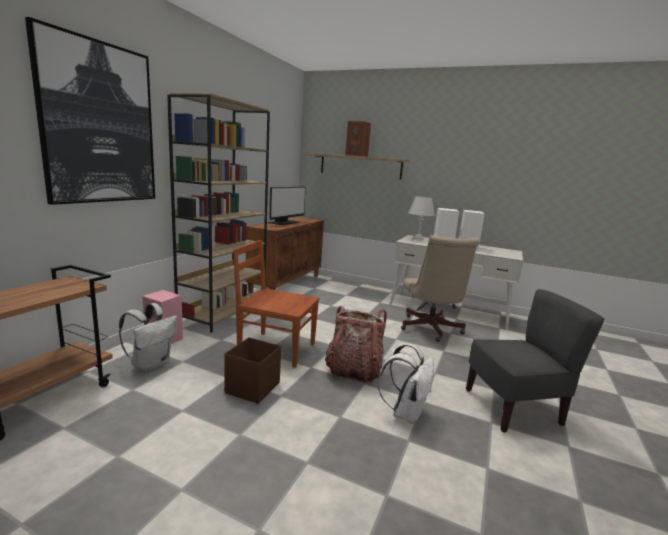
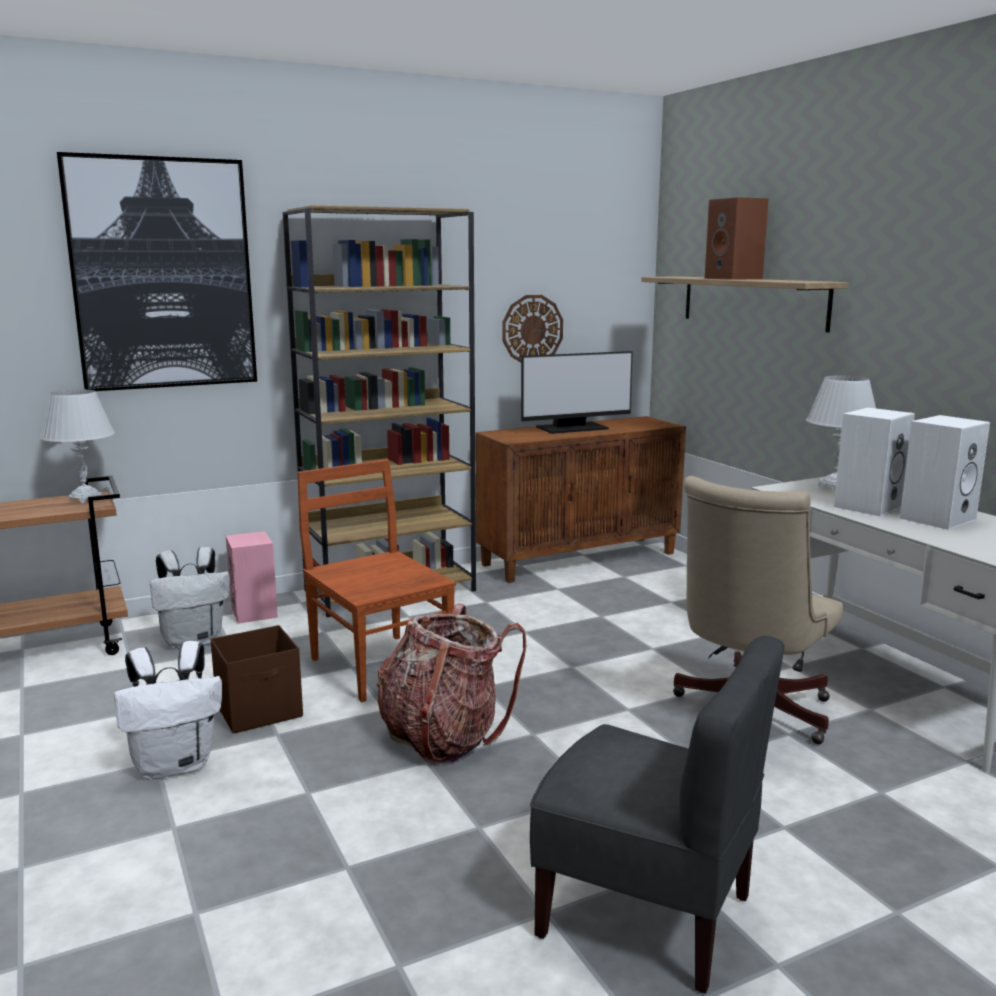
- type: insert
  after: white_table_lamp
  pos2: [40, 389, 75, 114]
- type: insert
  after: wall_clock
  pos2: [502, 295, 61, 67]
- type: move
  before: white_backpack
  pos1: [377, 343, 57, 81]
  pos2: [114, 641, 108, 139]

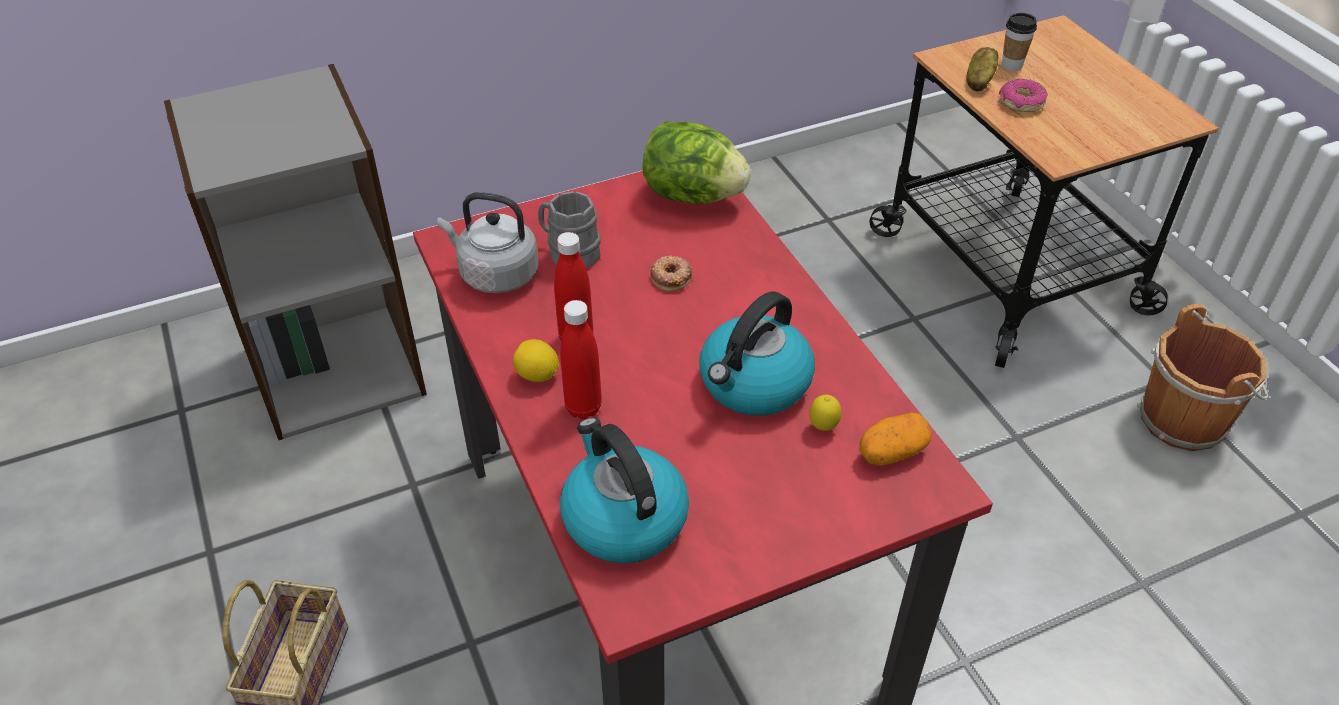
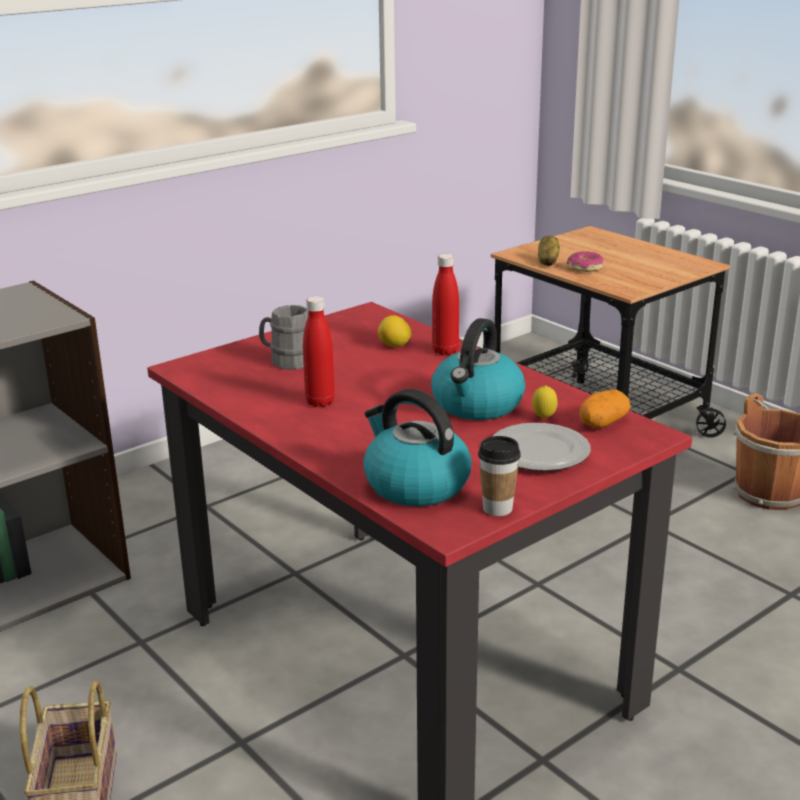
- type: delete
  before: grey_kettle
  pos1: [437, 192, 102, 101]
- type: delete
  before: lettuce
  pos1: [642, 121, 109, 83]
- type: delete
  before: donut
  pos1: [650, 255, 43, 37]
- type: insert
  after: plate
  pos2: [492, 423, 99, 48]
- type: move
  before: lemon
  pos1: [513, 339, 47, 43]
  pos2: [378, 315, 33, 32]
- type: move
  before: red_bottle
  pos1: [560, 300, 42, 119]
  pos2: [432, 254, 27, 101]
- type: move
  before: cup
  pos1: [1002, 13, 35, 58]
  pos2: [478, 436, 43, 80]

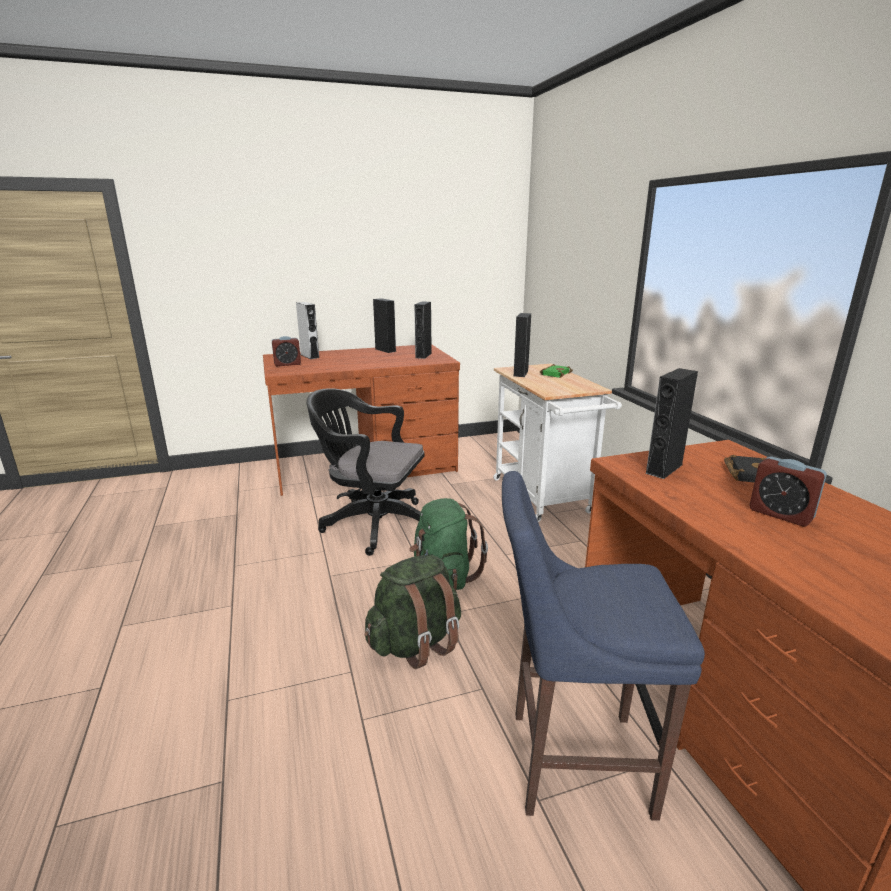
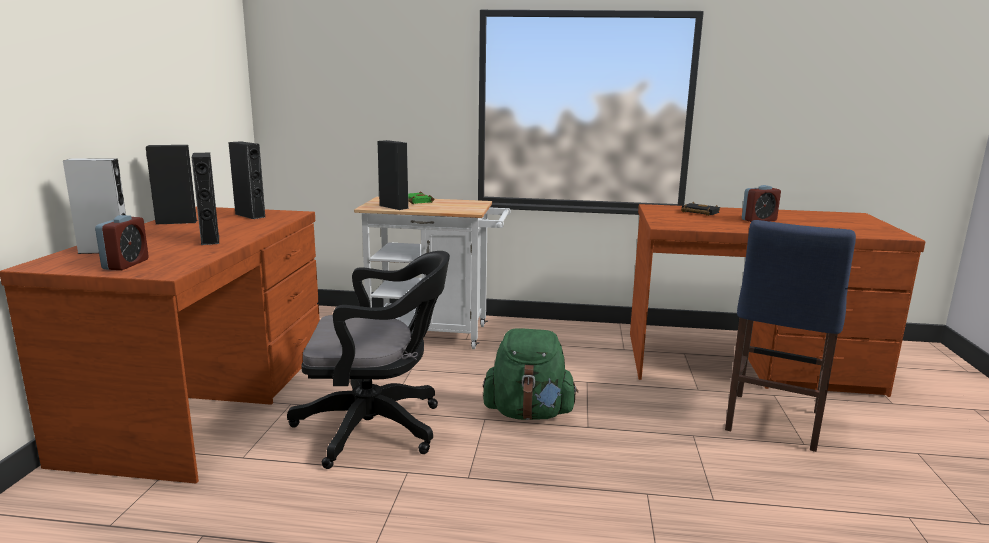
- type: delete
  before: green_backpack
  pos1: [365, 555, 96, 114]
- type: move
  before: black_speaker
  pos1: [645, 368, 53, 111]
  pos2: [191, 153, 28, 92]
- type: rotate
  before: black_office_chair
  pos1: [306, 388, 118, 168]
  pos2: [287, 251, 163, 218]
  turn: -135

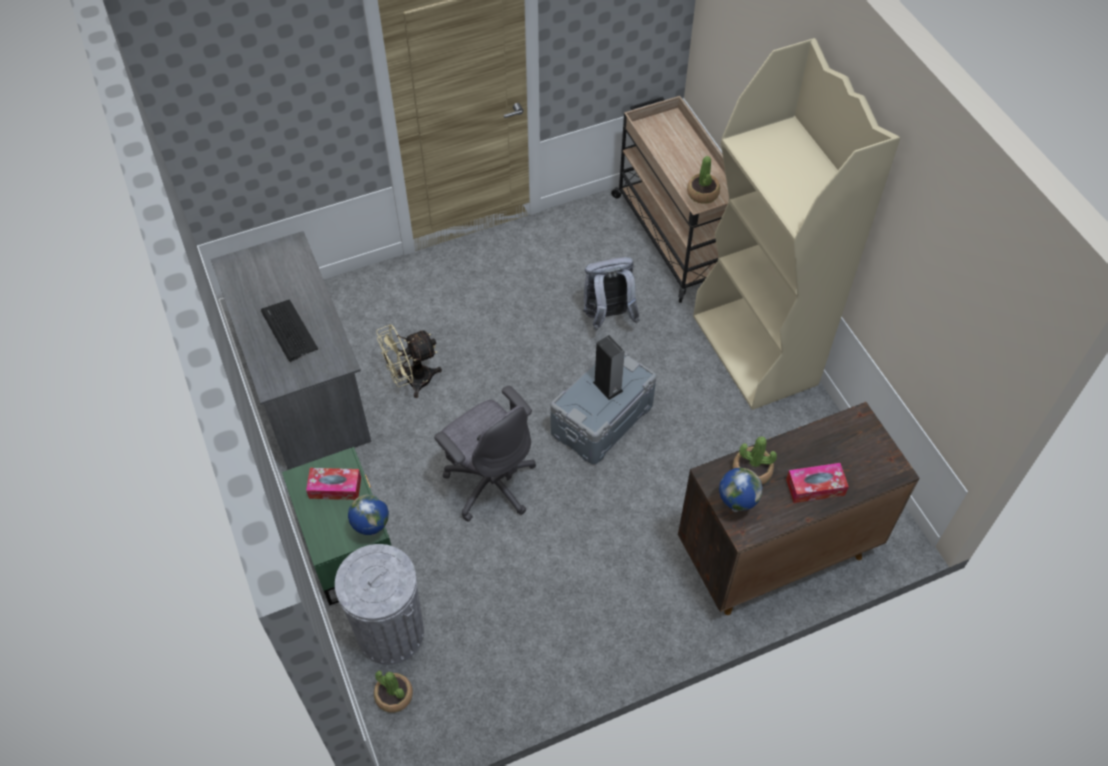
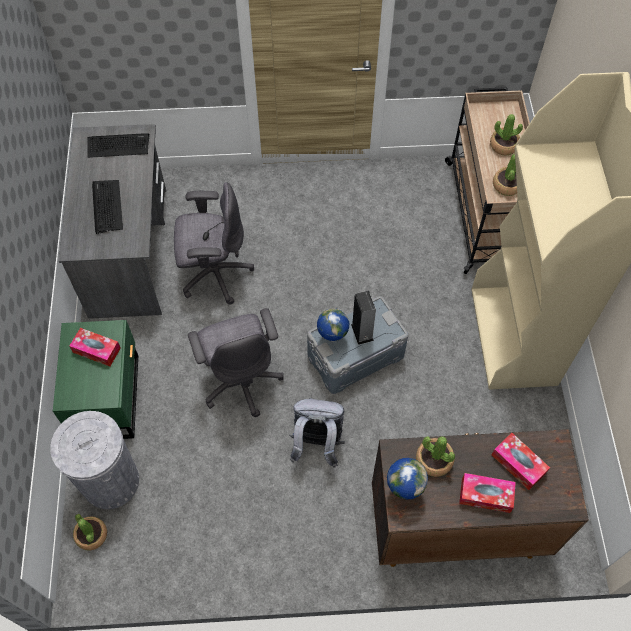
- type: insert
  after: keyboard
  pos2: [87, 133, 63, 25]
- type: insert
  after: potted_plant
  pos2: [490, 114, 33, 42]
- type: insert
  after: tissue_box
  pos2: [492, 433, 58, 57]
- type: move
  before: globe
  pos1: [348, 494, 41, 42]
  pos2: [317, 308, 32, 34]
- type: move
  before: grey_backpack
  pos1: [583, 257, 57, 74]
  pos2: [289, 398, 56, 70]
- type: replace
  before: beige_fan
  after: grey_office_chair
  pos1: [376, 324, 66, 74]
  pos2: [174, 182, 80, 123]

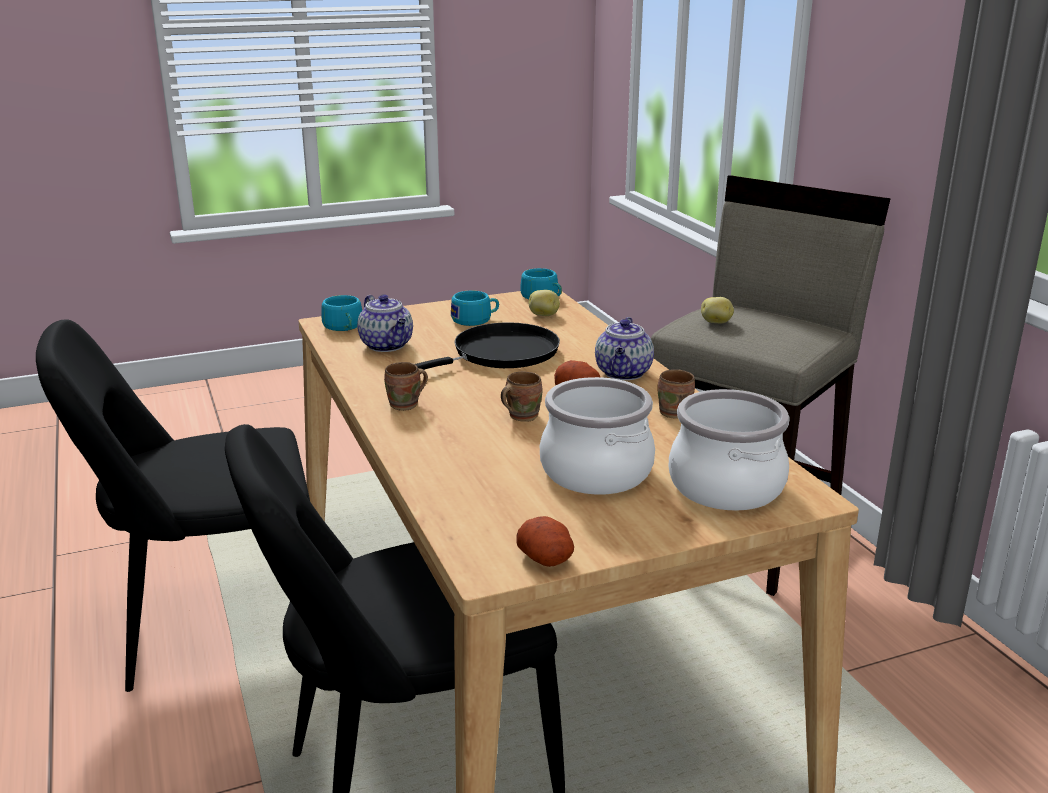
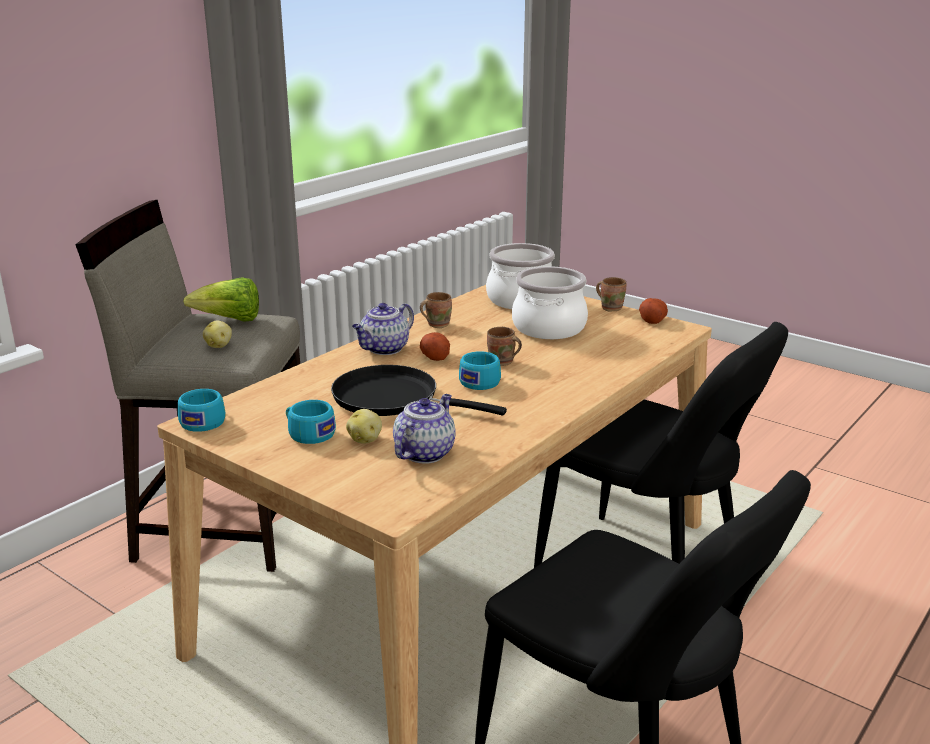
- type: insert
  after: lettuce
  pos2: [183, 277, 76, 45]
- type: move
  before: turquoise_cup
  pos1: [321, 295, 41, 36]
  pos2: [459, 351, 42, 39]
- type: move
  before: brown_mug
  pos1: [384, 362, 44, 49]
  pos2: [596, 277, 31, 34]
- type: move
  before: potato
  pos1: [529, 290, 31, 26]
  pos2: [346, 409, 36, 34]
- type: rotate
  before: teapot
  pos1: [595, 317, 59, 63]
  pos2: [352, 303, 62, 52]
  turn: 150

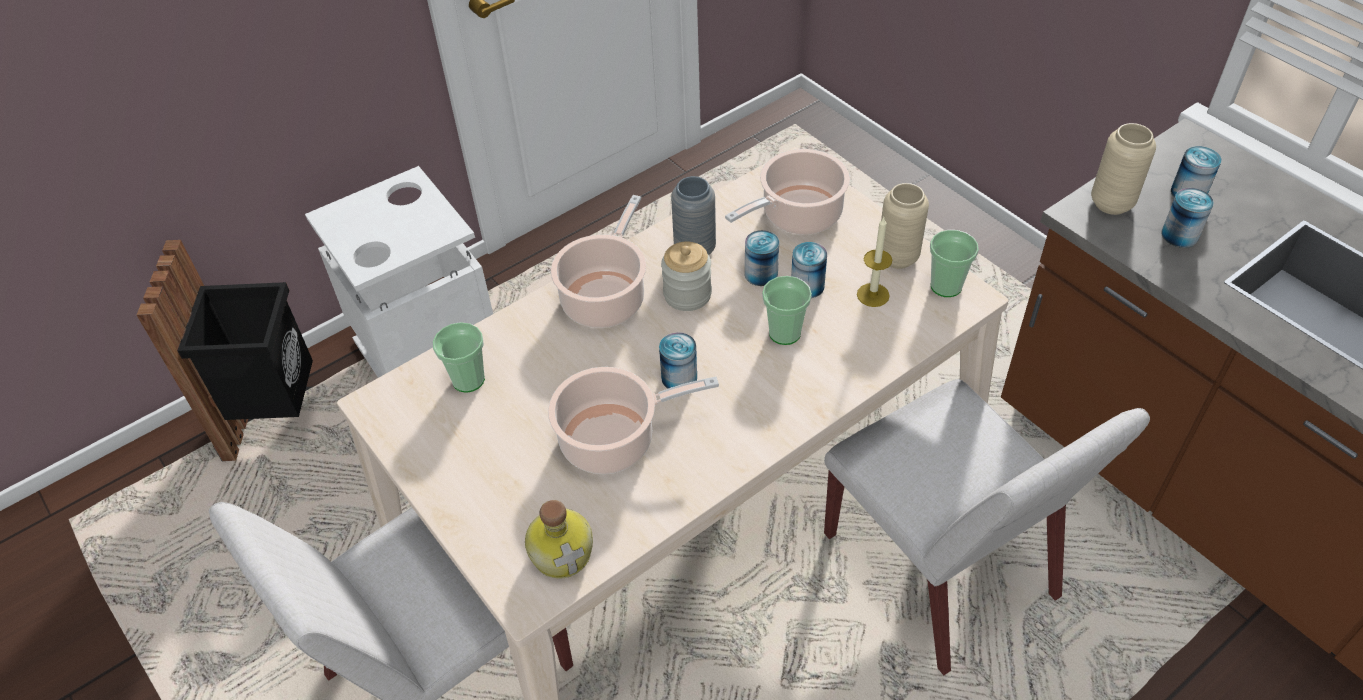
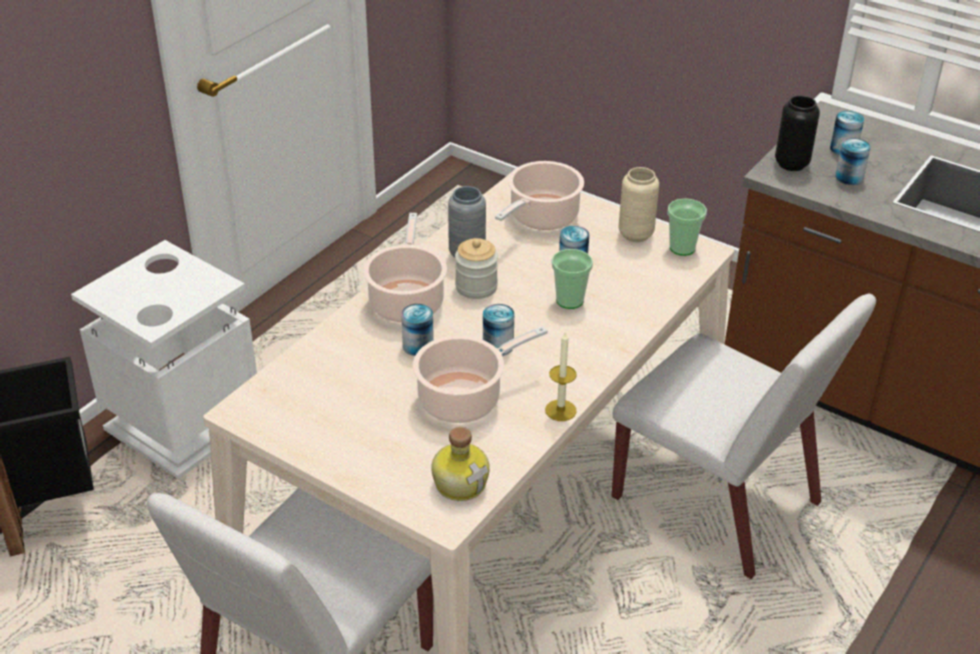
- type: delete
  before: cup
  pos1: [433, 322, 52, 71]
- type: move
  before: can
  pos1: [745, 230, 34, 56]
  pos2: [401, 304, 33, 52]
- type: move
  before: candle
  pos1: [857, 217, 35, 90]
  pos2: [545, 331, 32, 90]
- type: recolor
  before: beige_vase
  after: black_vase
  pos1: [1091, 123, 65, 92]
  pos2: [775, 95, 45, 76]

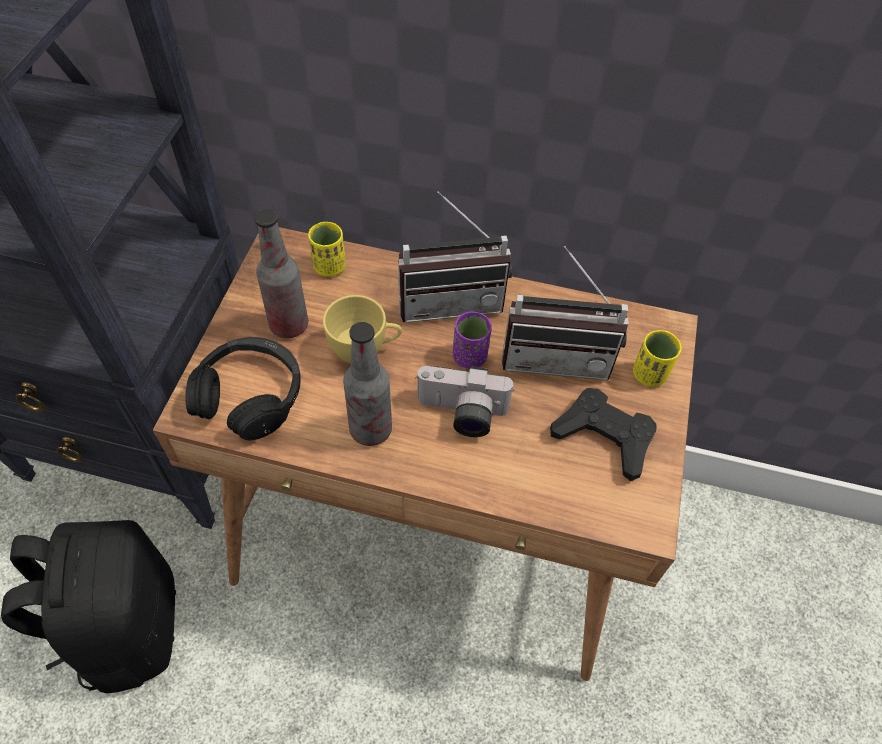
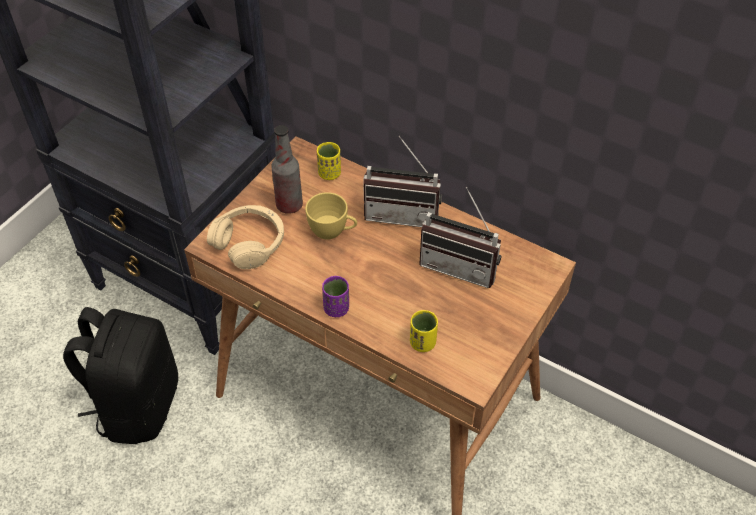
- type: delete
  before: bottle
  pos1: [343, 322, 49, 124]
- type: delete
  before: photo_camera
  pos1: [415, 366, 99, 71]
- type: delete
  before: black_game_controller
  pos1: [550, 388, 107, 93]
- type: move
  before: purple_cup
  pos1: [453, 311, 39, 57]
  pos2: [322, 276, 27, 41]
- type: move
  before: yellow_cup
  pos1: [633, 330, 49, 57]
  pos2: [410, 310, 28, 42]
- type: recolor
  before: black_headphones
  after: beige_headphones
  pos1: [185, 337, 115, 103]
  pos2: [207, 205, 77, 64]

